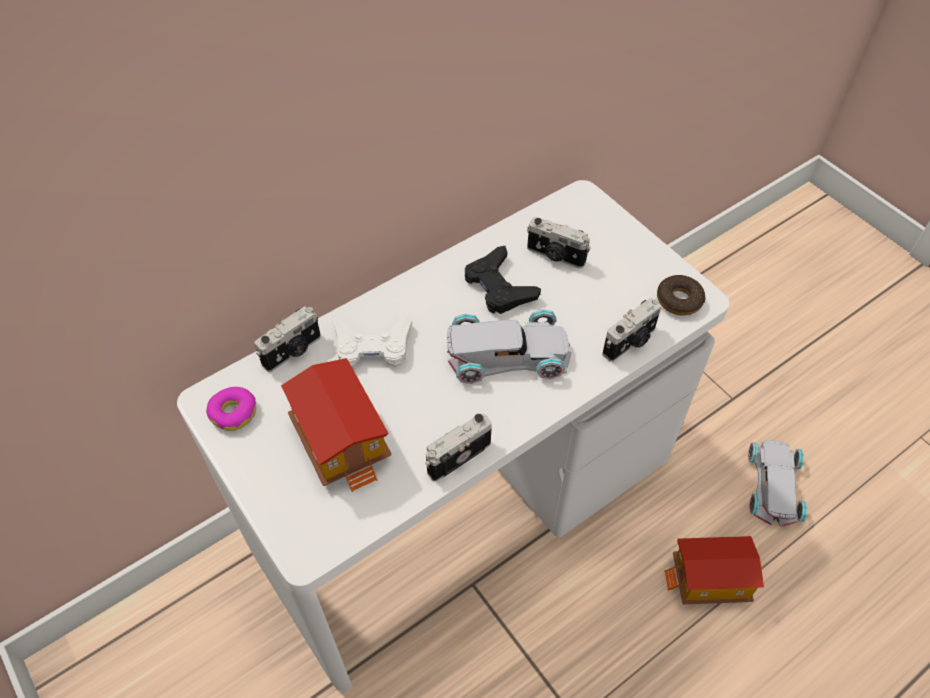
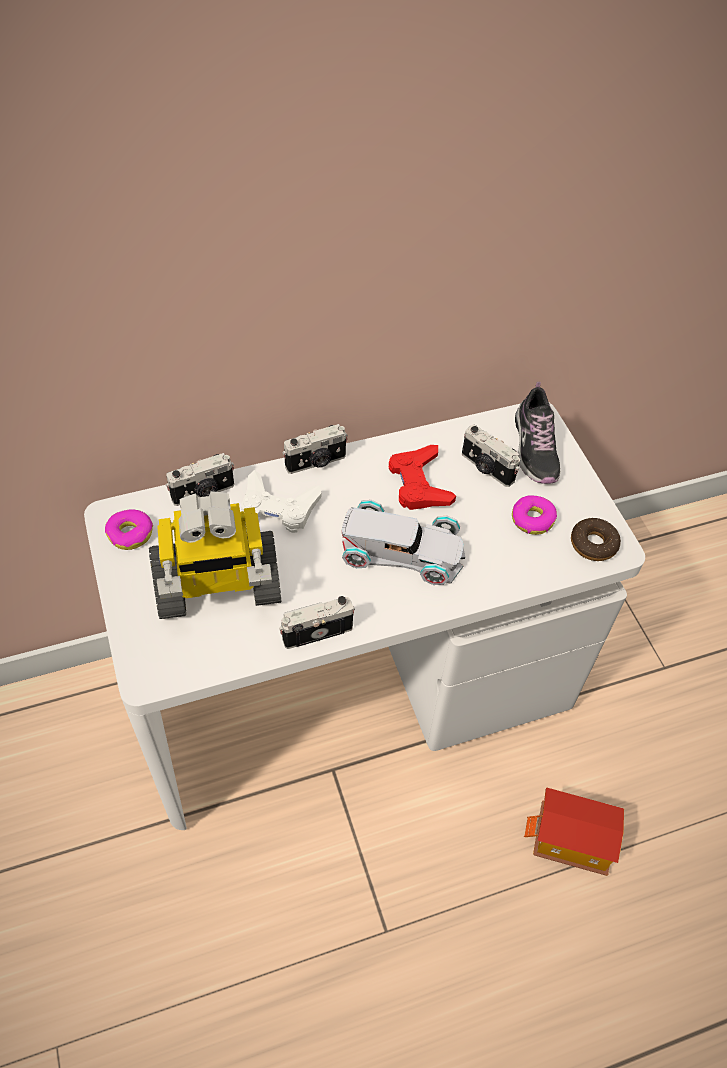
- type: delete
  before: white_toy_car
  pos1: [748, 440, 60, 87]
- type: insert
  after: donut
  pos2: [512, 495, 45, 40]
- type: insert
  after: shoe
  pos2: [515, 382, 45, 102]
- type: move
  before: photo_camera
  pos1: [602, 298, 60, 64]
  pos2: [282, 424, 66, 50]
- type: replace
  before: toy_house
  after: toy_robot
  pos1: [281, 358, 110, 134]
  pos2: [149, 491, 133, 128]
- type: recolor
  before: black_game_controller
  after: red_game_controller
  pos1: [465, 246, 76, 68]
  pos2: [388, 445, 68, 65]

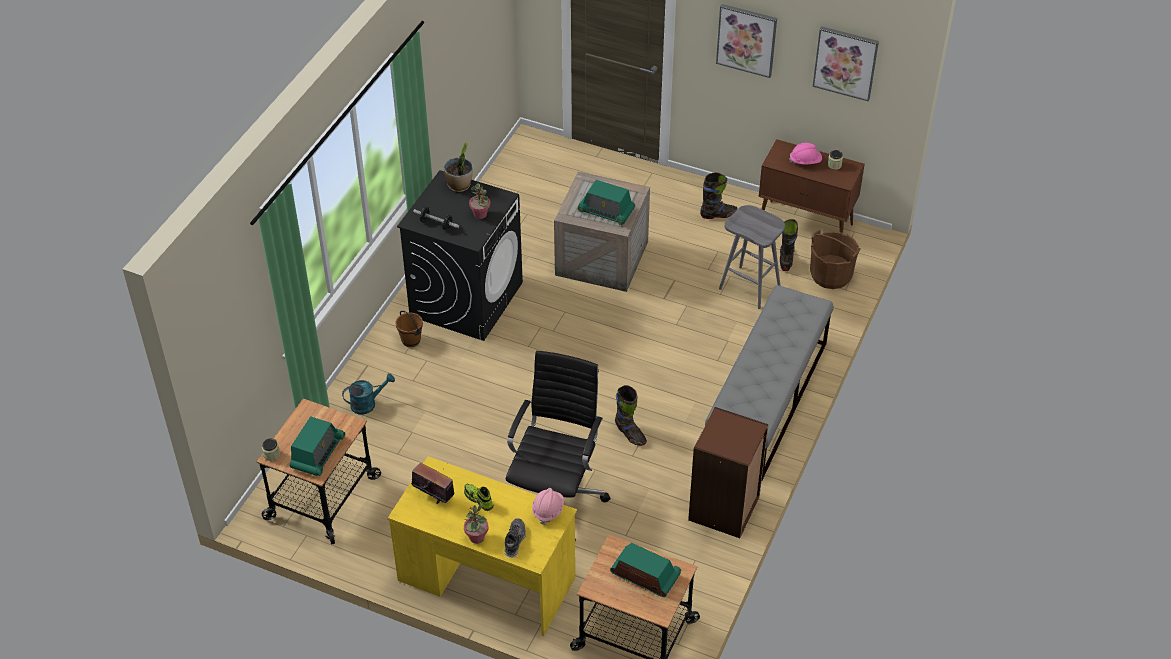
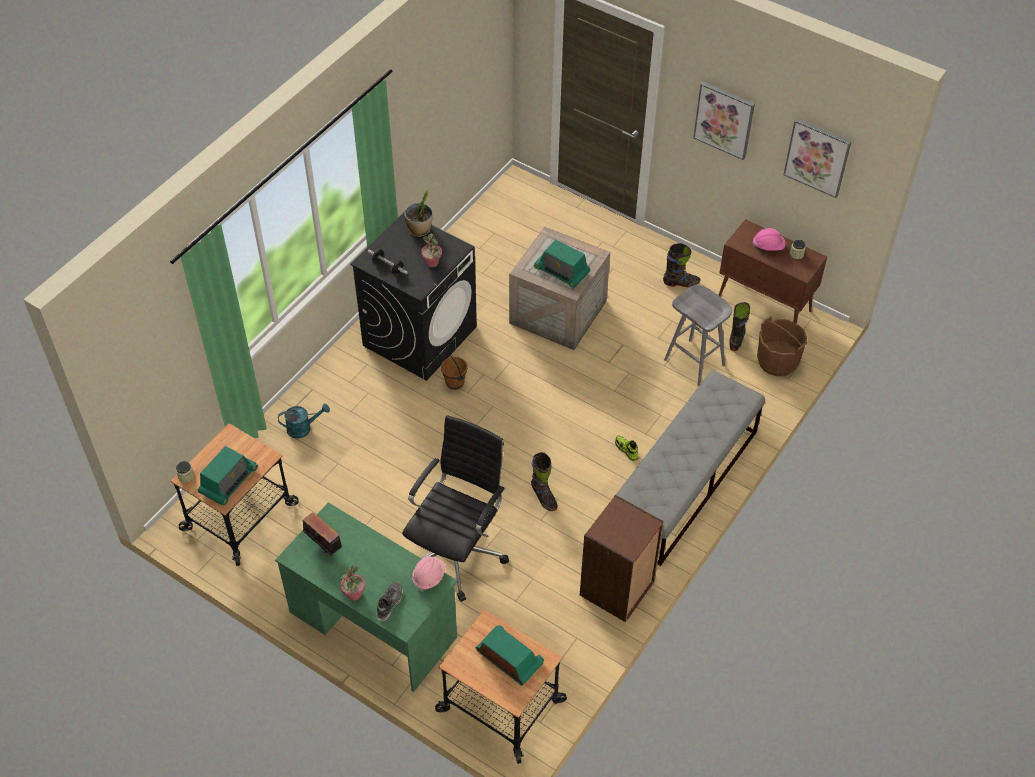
- type: move
  before: brown_bucket
  pos1: [396, 311, 27, 36]
  pos2: [441, 355, 26, 35]
- type: move
  before: shoe
  pos1: [464, 483, 30, 28]
  pos2: [615, 435, 24, 26]
- type: recolor
  before: yellow_desk
  after: green_desk
  pos1: [388, 456, 189, 180]
  pos2: [275, 502, 182, 190]

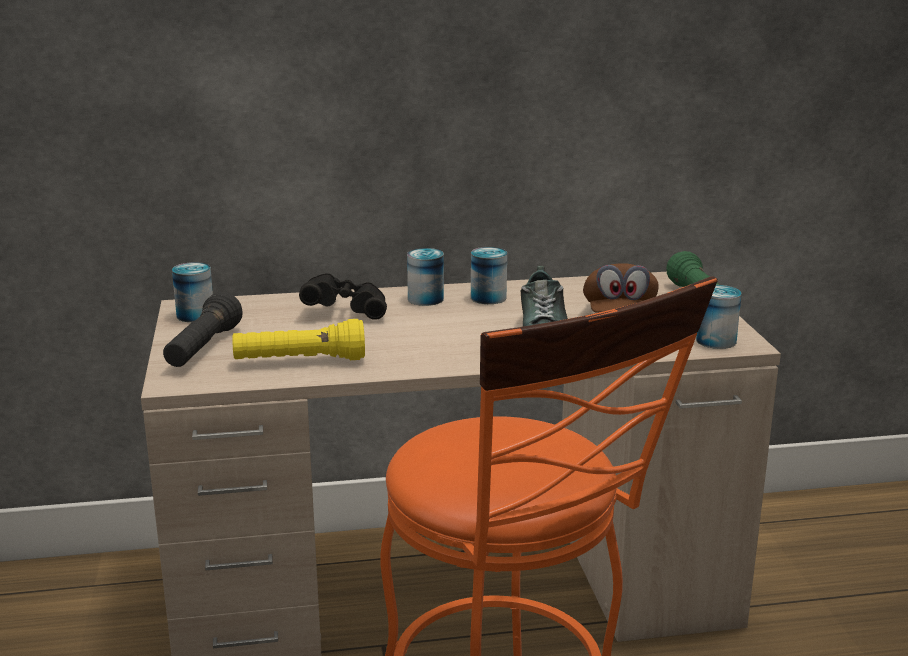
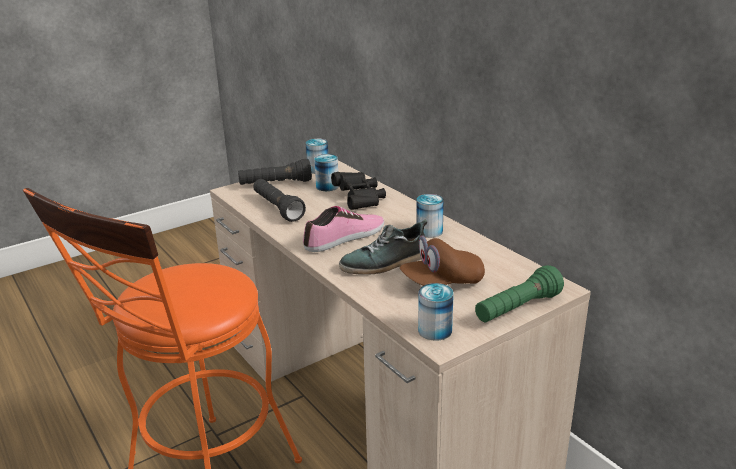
- type: insert
  after: shoe
  pos2: [303, 206, 81, 46]
- type: move
  before: can
  pos1: [407, 248, 37, 58]
  pos2: [314, 154, 25, 37]
- type: recolor
  before: yellow_flashlight
  after: black_flashlight
  pos1: [232, 319, 133, 41]
  pos2: [253, 179, 53, 43]

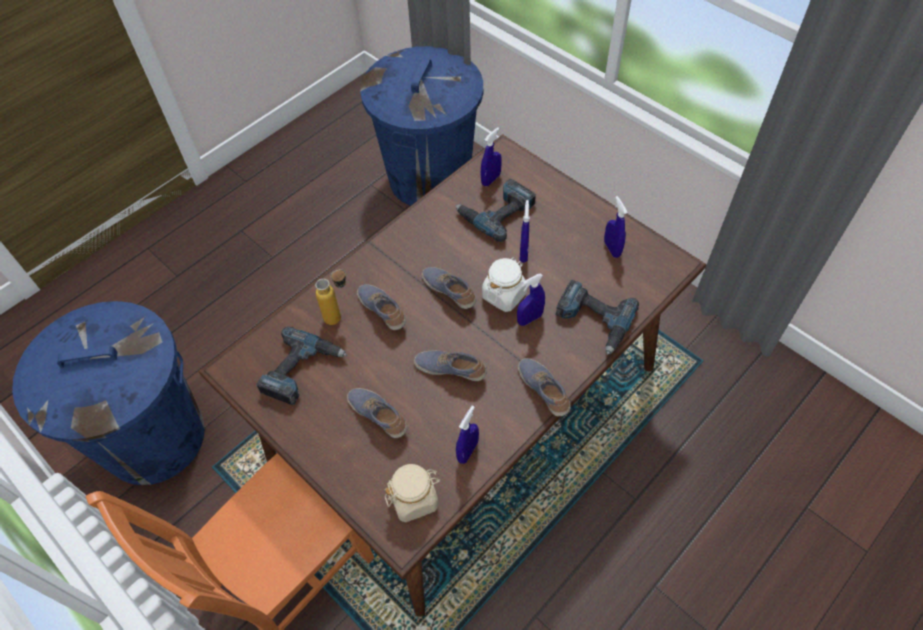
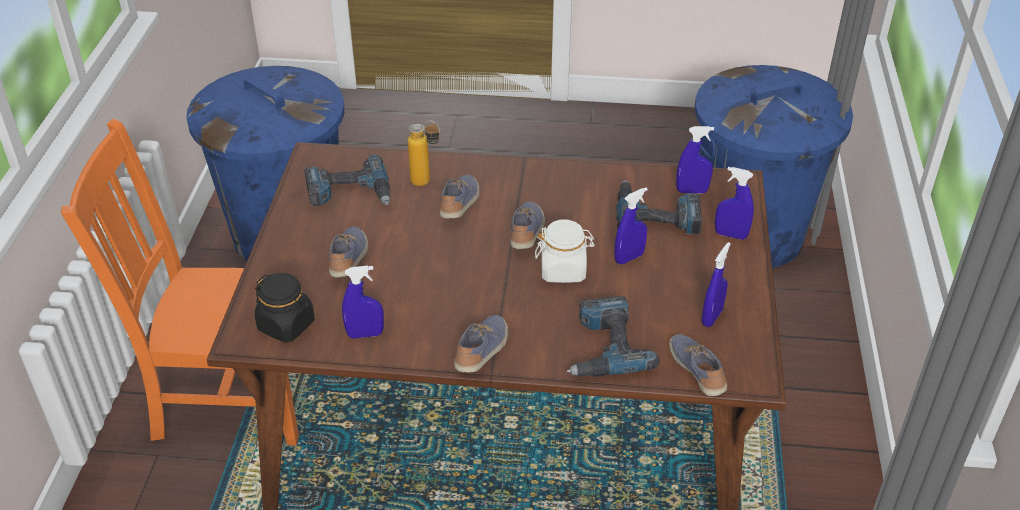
- type: move
  before: shoe
  pos1: [414, 351, 73, 30]
  pos2: [669, 334, 58, 62]
- type: move
  before: blue_spray_bottle
  pos1: [517, 273, 28, 53]
  pos2: [715, 167, 39, 73]
- type: recolor
  before: beige_jar
  after: black_jar
  pos1: [385, 464, 55, 58]
  pos2: [255, 273, 60, 70]

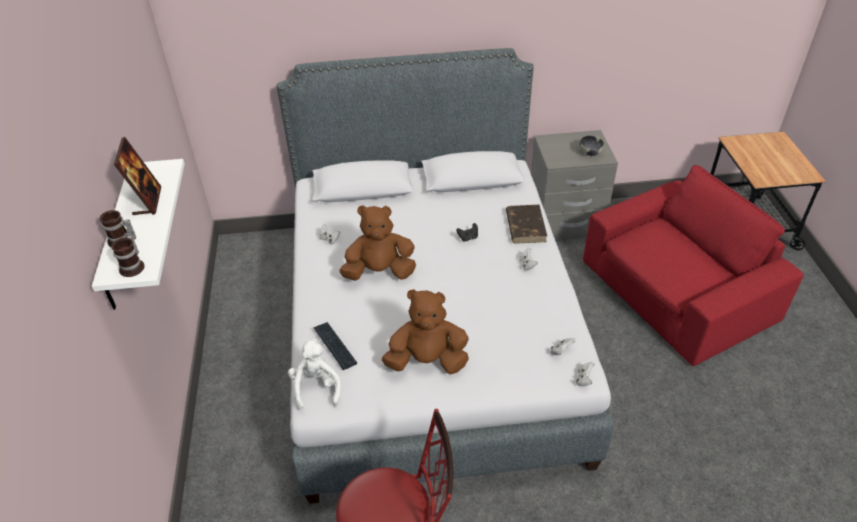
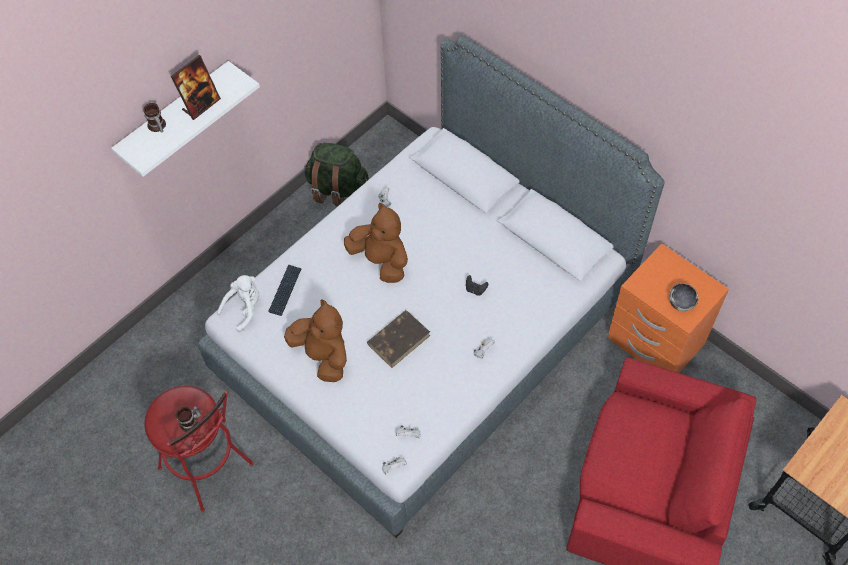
- type: insert
  after: green_backpack
  pos2: [304, 143, 65, 63]
- type: move
  before: mug
  pos1: [111, 235, 34, 42]
  pos2: [176, 406, 25, 26]
- type: move
  before: brown_book
  pos1: [506, 205, 41, 39]
  pos2: [367, 310, 63, 58]
- type: recolor
  before: grey_nightstand
  after: orange_nightstand
  pos1: [531, 130, 87, 110]
  pos2: [608, 244, 121, 129]

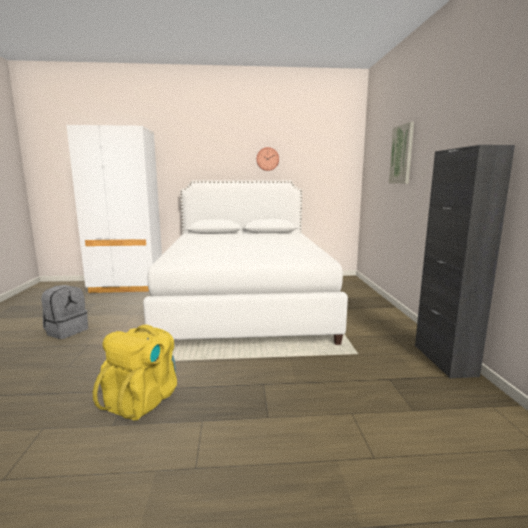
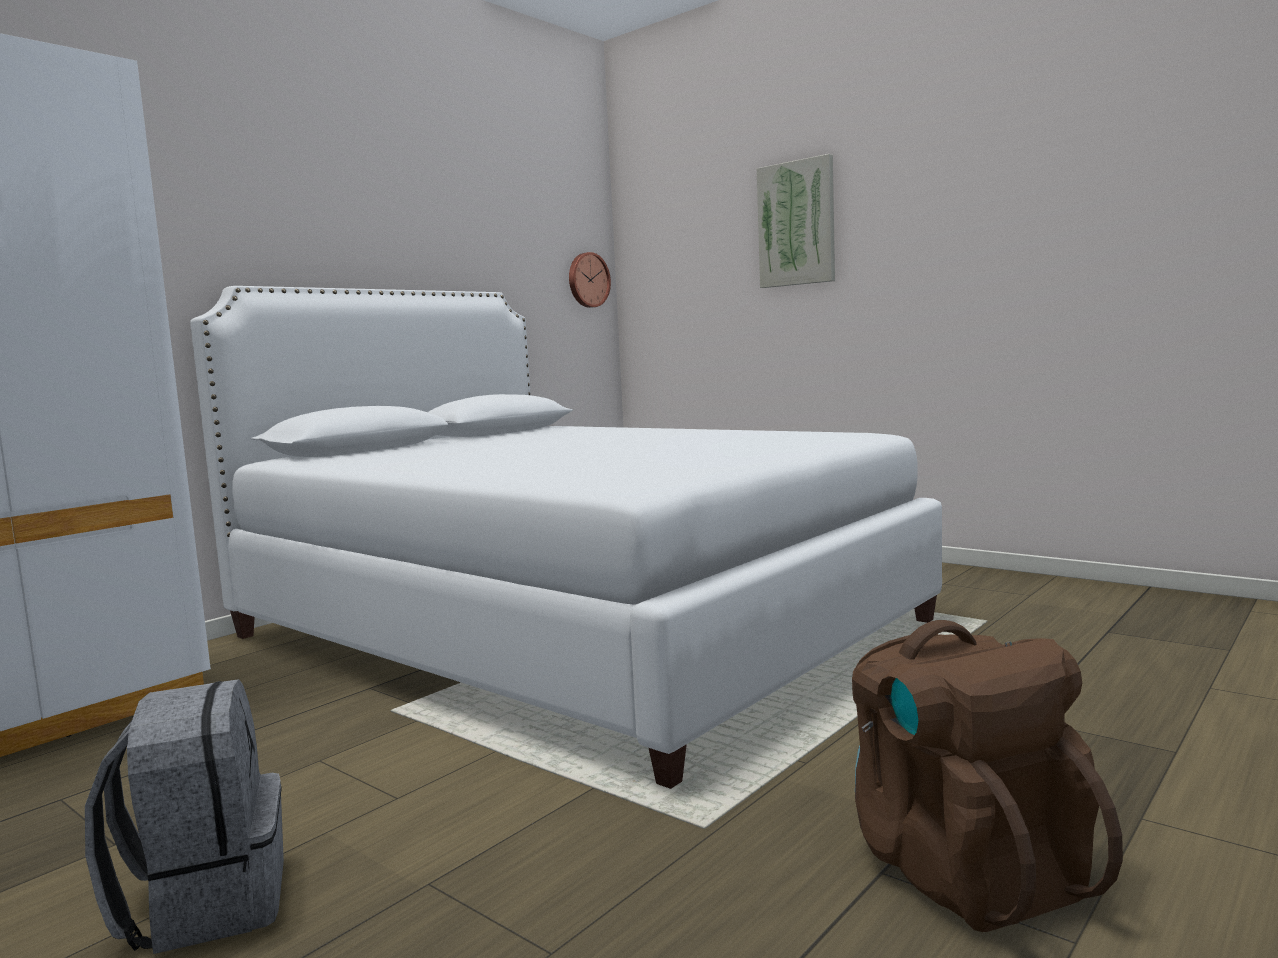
- type: delete
  before: black_cabinet
  pos1: [415, 145, 100, 233]
- type: move
  before: wall_clock
  pos1: [256, 147, 23, 24]
  pos2: [569, 252, 42, 56]
- type: recolor
  before: yellow_backpack
  after: brown_backpack
  pos1: [93, 324, 84, 97]
  pos2: [852, 620, 271, 312]

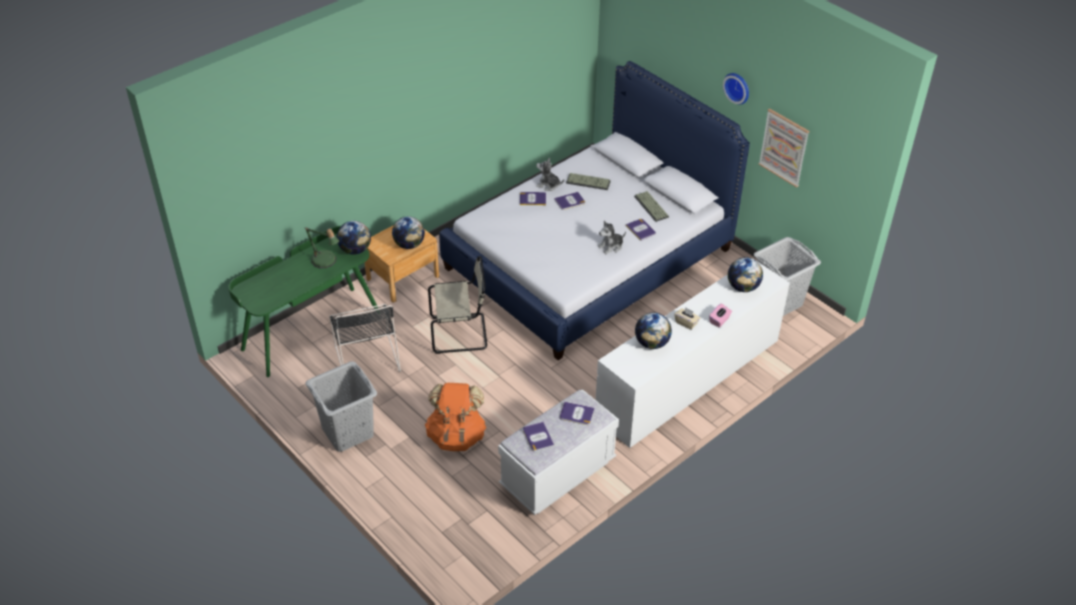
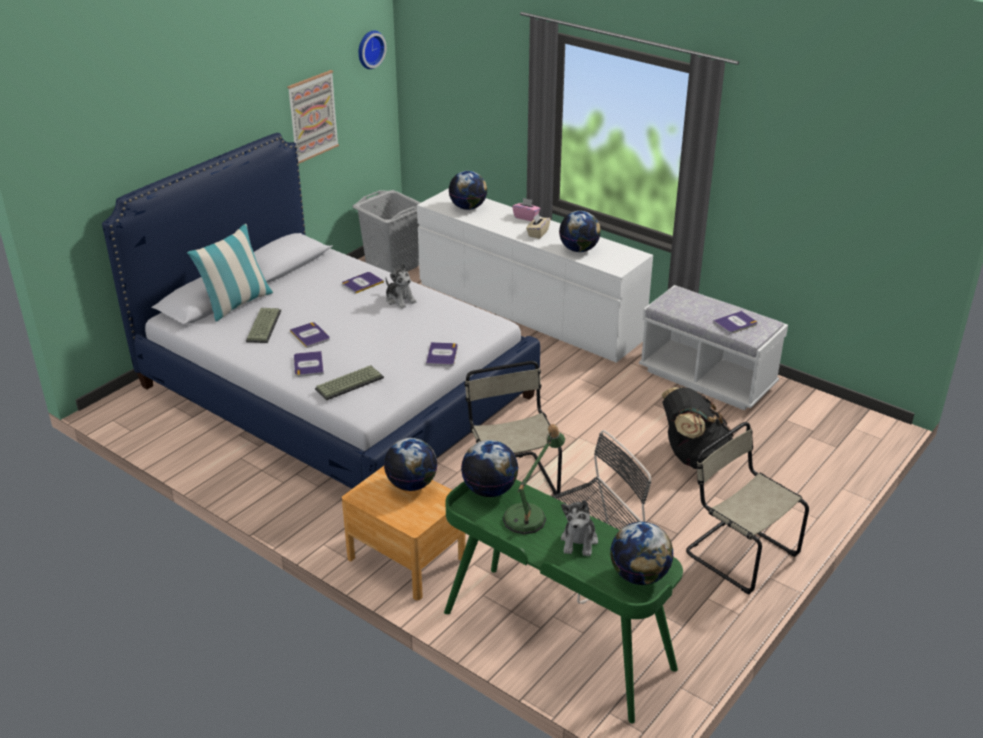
- type: insert
  after: pillow
  pos2: [187, 224, 86, 98]
- type: insert
  after: globe
  pos2: [610, 522, 64, 63]
- type: move
  before: plush_toy
  pos1: [536, 158, 28, 33]
  pos2: [561, 500, 37, 56]
- type: move
  before: book
  pos1: [559, 402, 36, 23]
  pos2: [426, 342, 32, 24]
- type: move
  before: keyboard
  pos1: [634, 191, 35, 31]
  pos2: [315, 365, 69, 35]
- type: move
  before: wall_clock
  pos1: [723, 73, 26, 32]
  pos2: [358, 30, 29, 39]
- type: replace
  before: grey_laundry_basket
  after: beige_chair
  pos1: [306, 362, 71, 90]
  pos2: [686, 422, 123, 172]
- type: recolor
  before: orange_backpack
  after: black_backpack
  pos1: [425, 383, 61, 68]
  pos2: [662, 387, 72, 82]

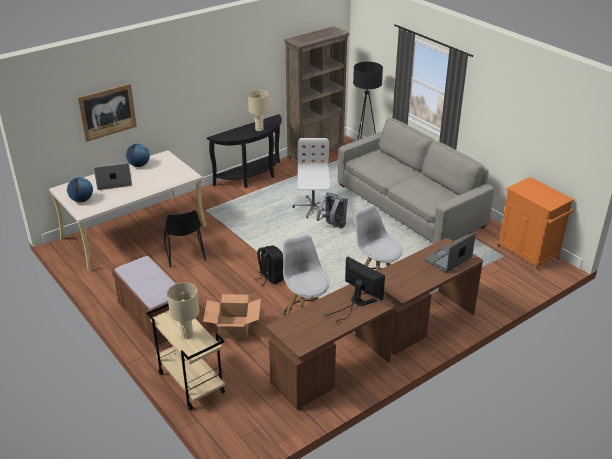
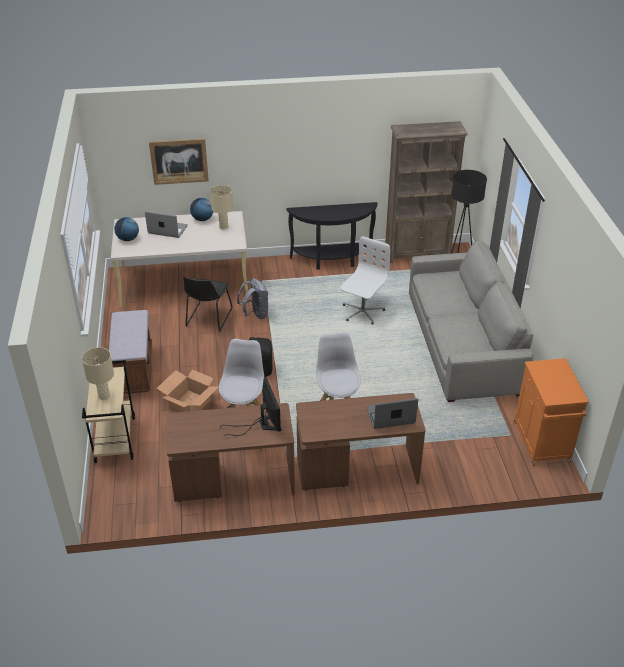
- type: move
  before: beige_table_lamp
  pos1: [248, 90, 21, 41]
  pos2: [210, 185, 23, 45]
- type: move
  before: grey_backpack
  pos1: [316, 192, 32, 36]
  pos2: [237, 278, 32, 41]

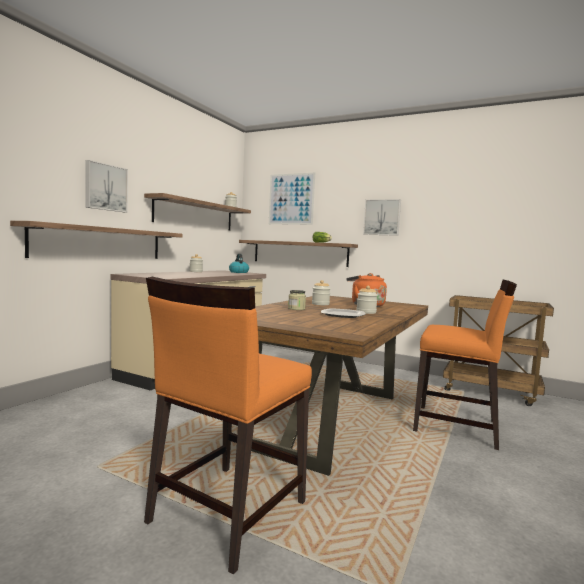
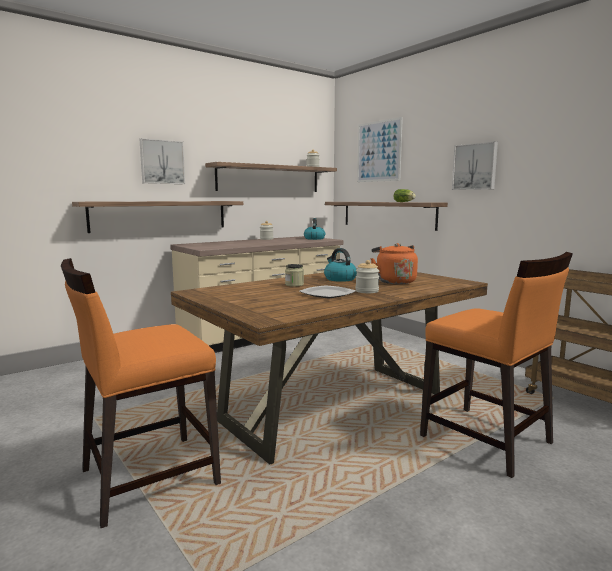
- type: replace
  before: jar
  after: kettle
  pos1: [312, 280, 18, 25]
  pos2: [324, 248, 33, 34]

